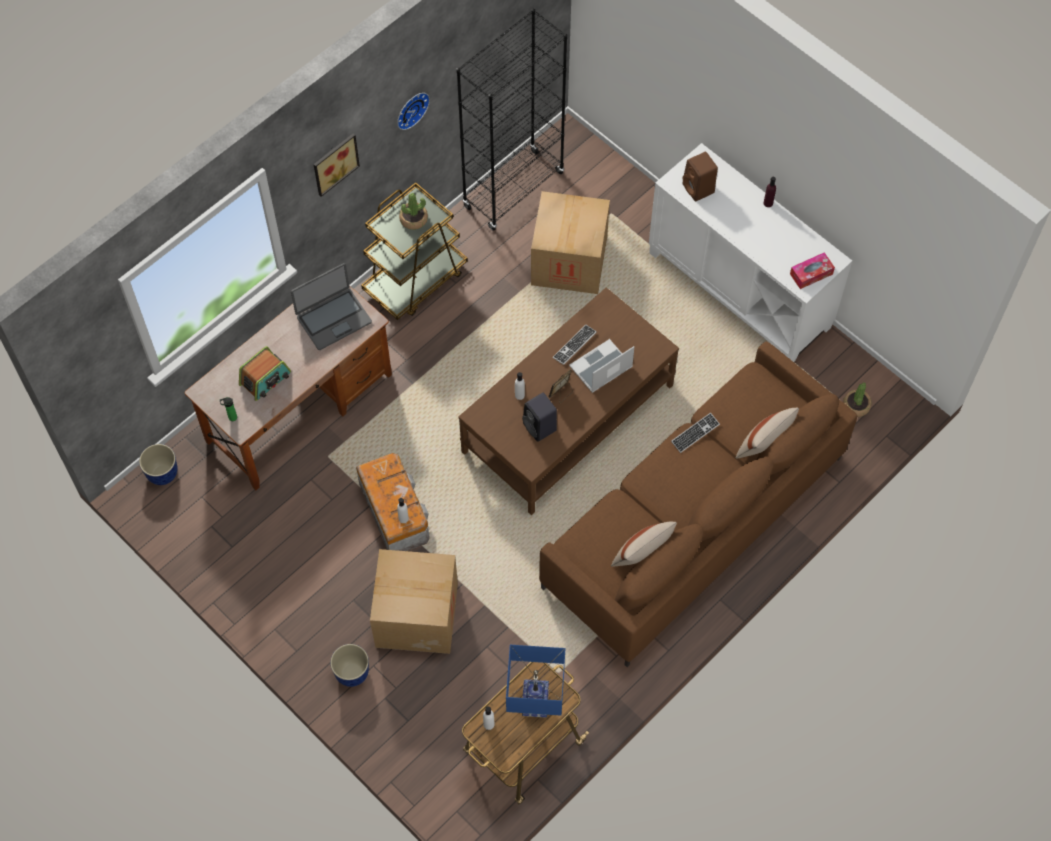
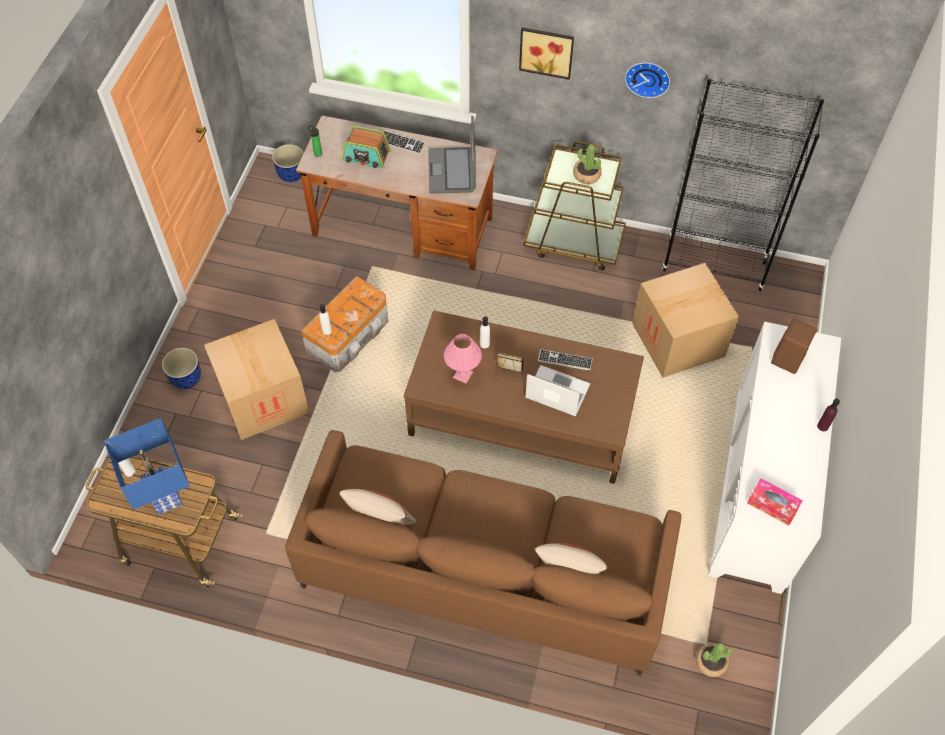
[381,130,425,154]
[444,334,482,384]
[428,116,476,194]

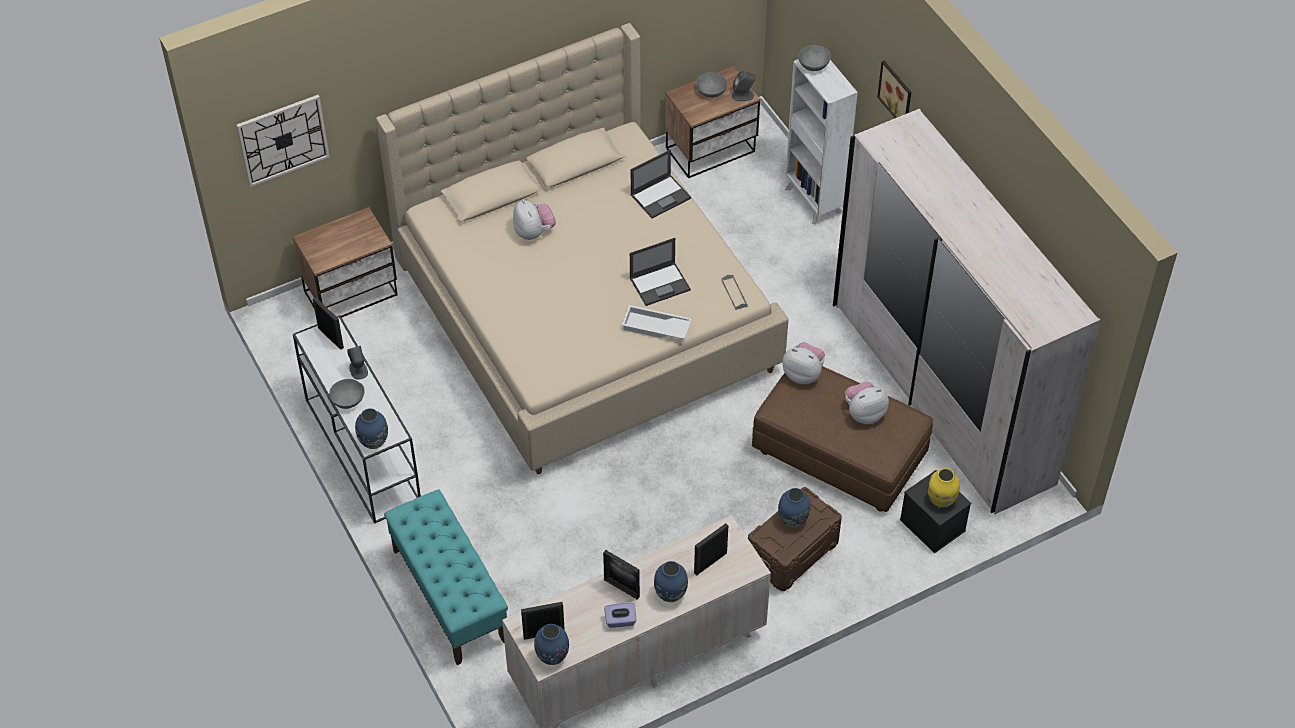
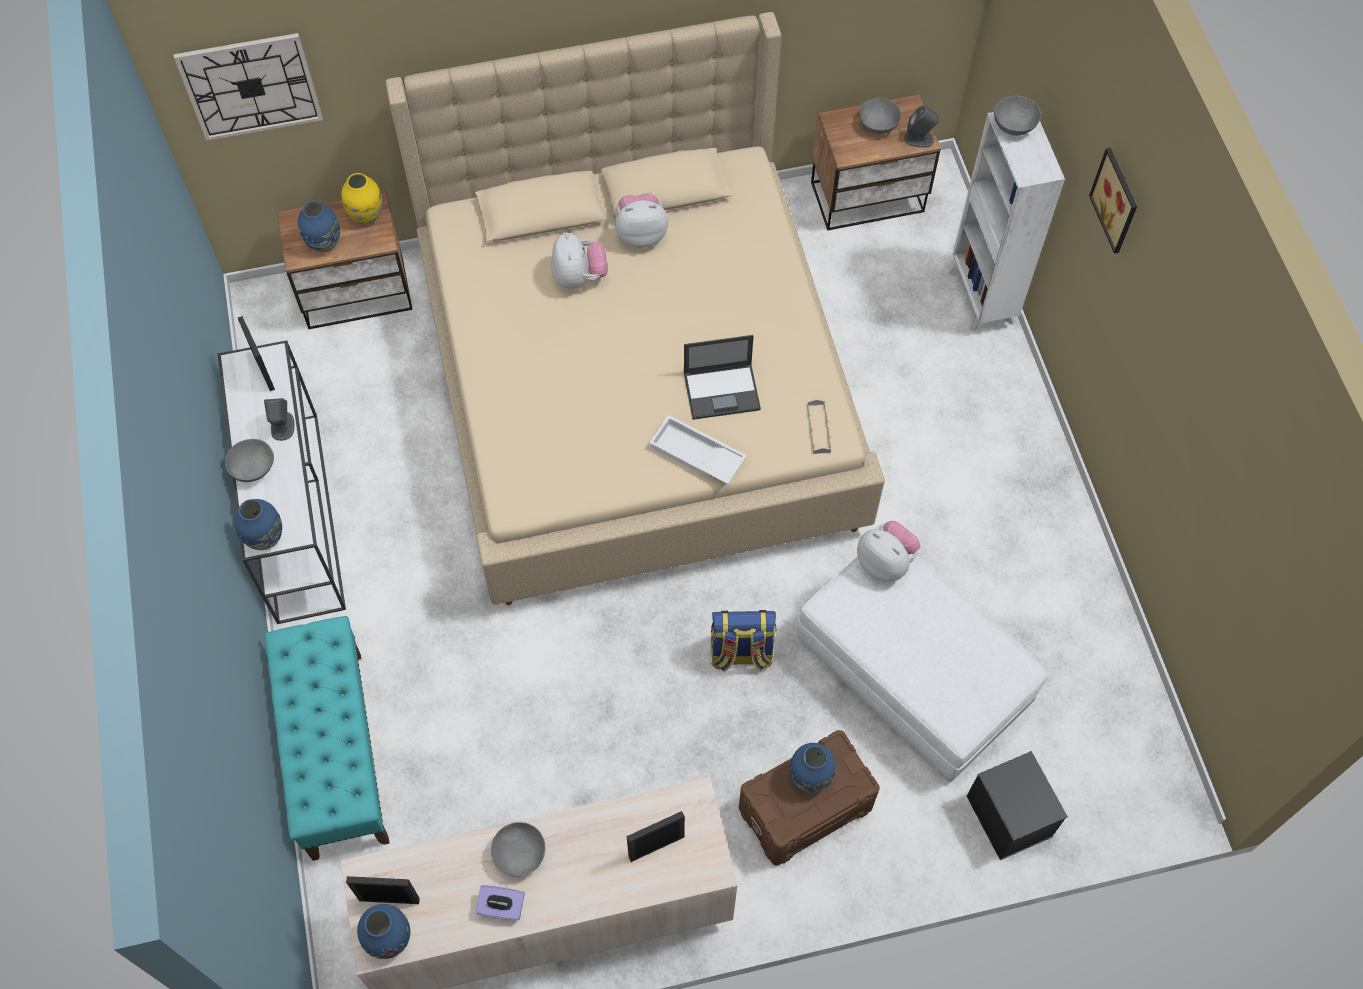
[630,150,691,219] (first image)
[833,109,1100,514] (first image)
[711,610,777,672]
[298,201,340,252]
[615,193,668,248]
[341,173,383,224]
[491,822,545,877]
[796,553,1048,782]

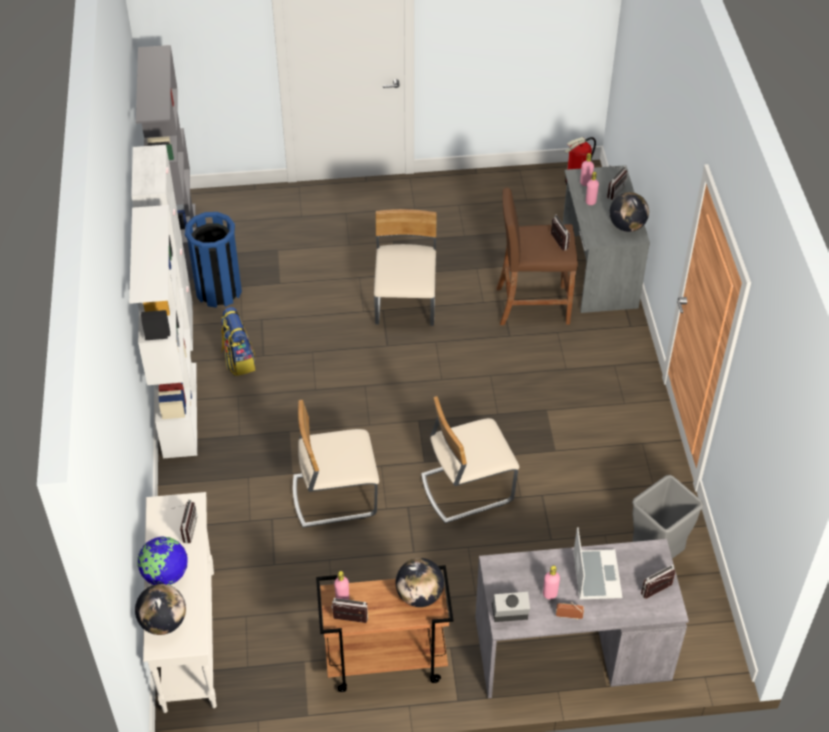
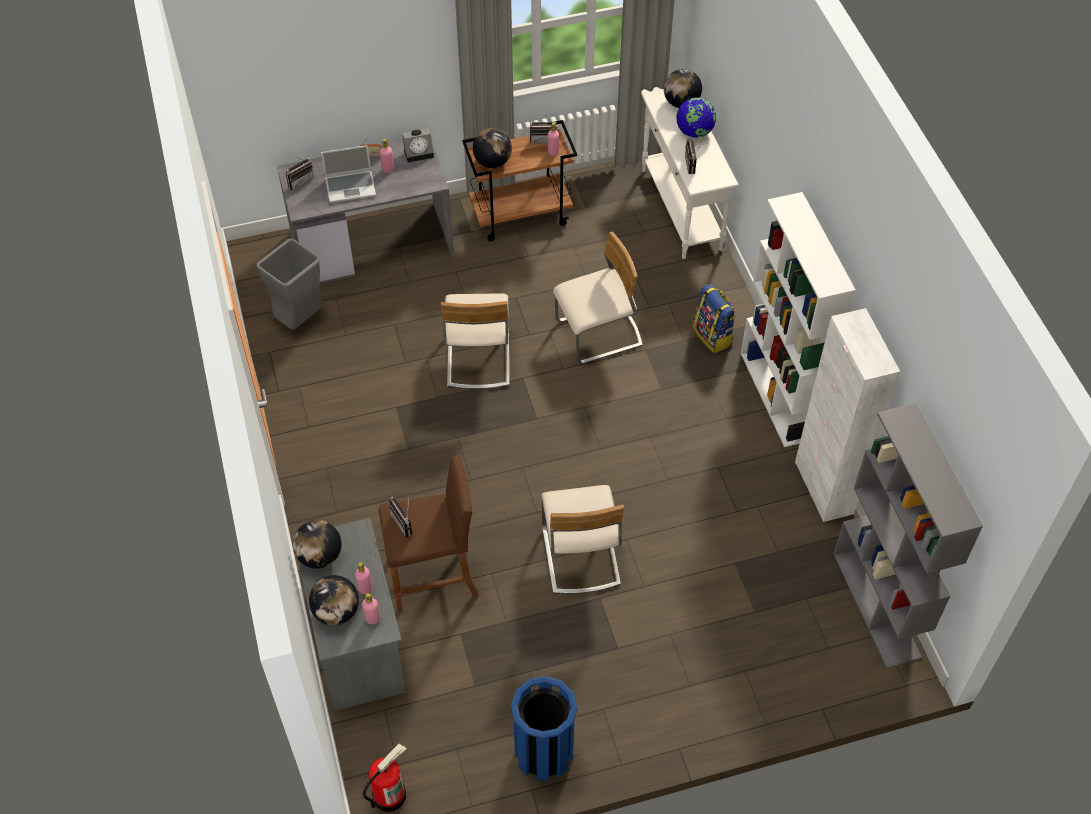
[511,676,577,781]
[693,284,735,353]
[309,575,359,625]
[441,293,509,389]
[321,145,376,203]

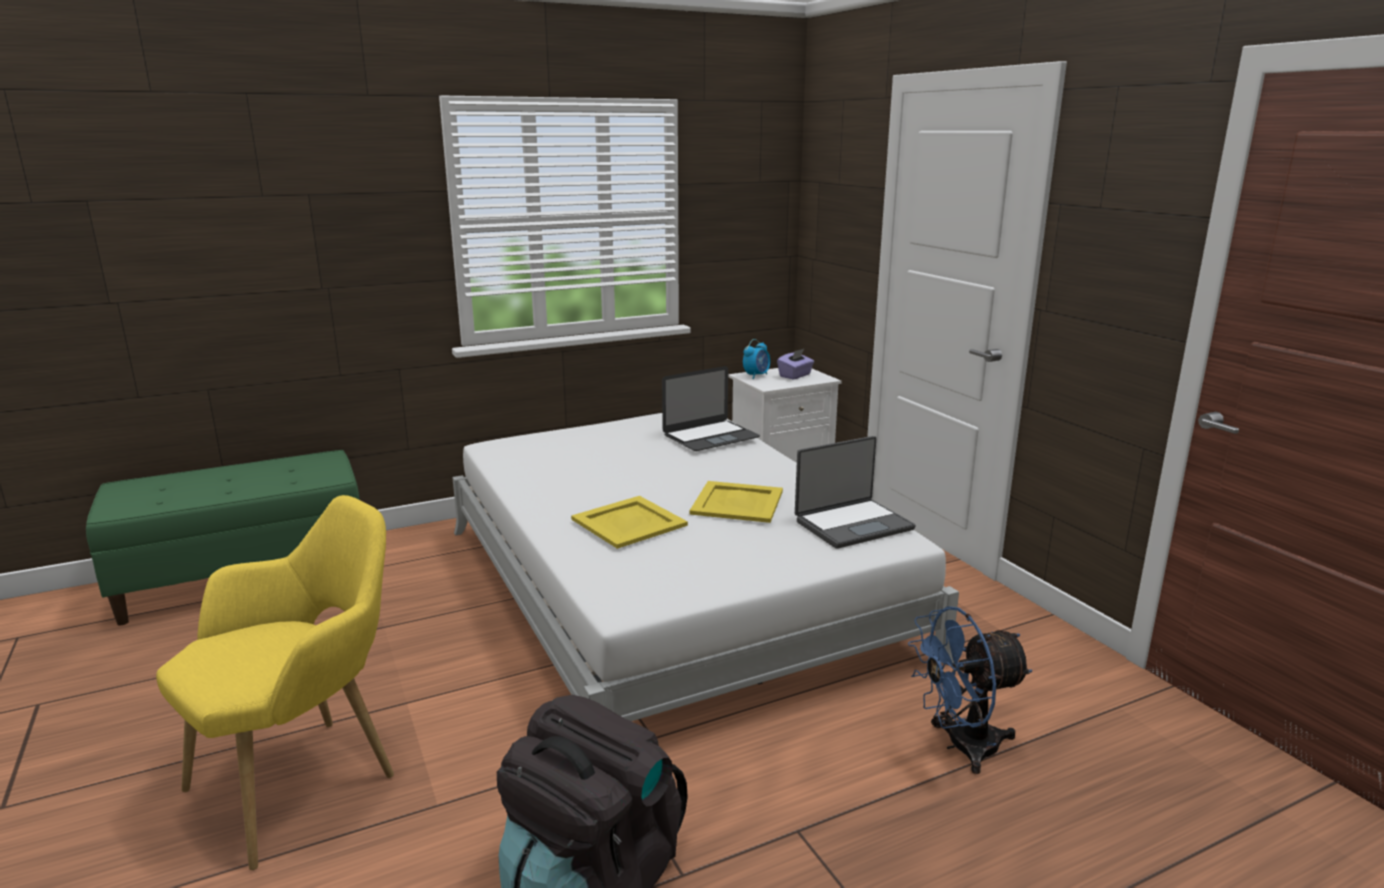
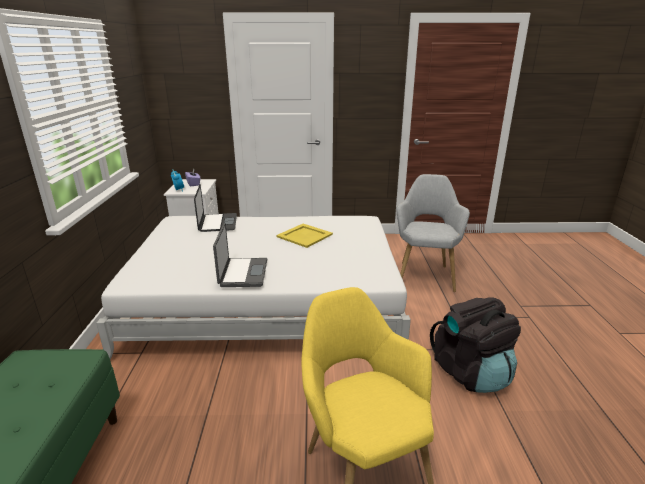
[571,496,688,549] (first image)
[213,223,267,287]
[397,174,470,292]

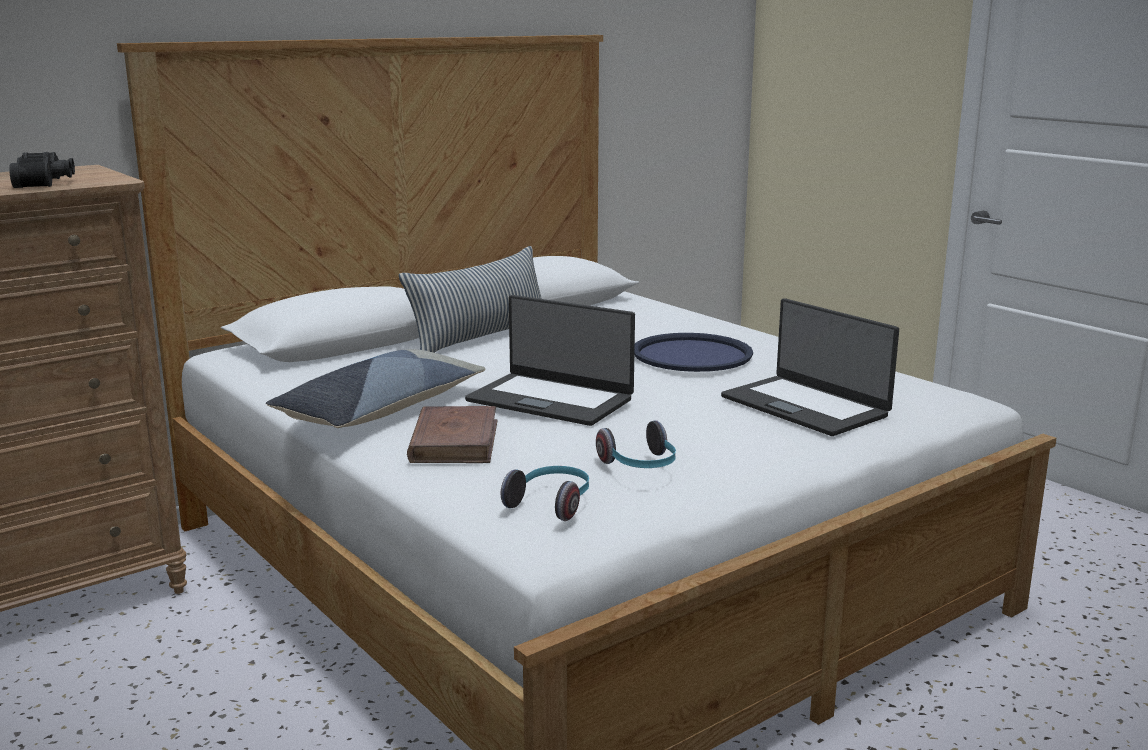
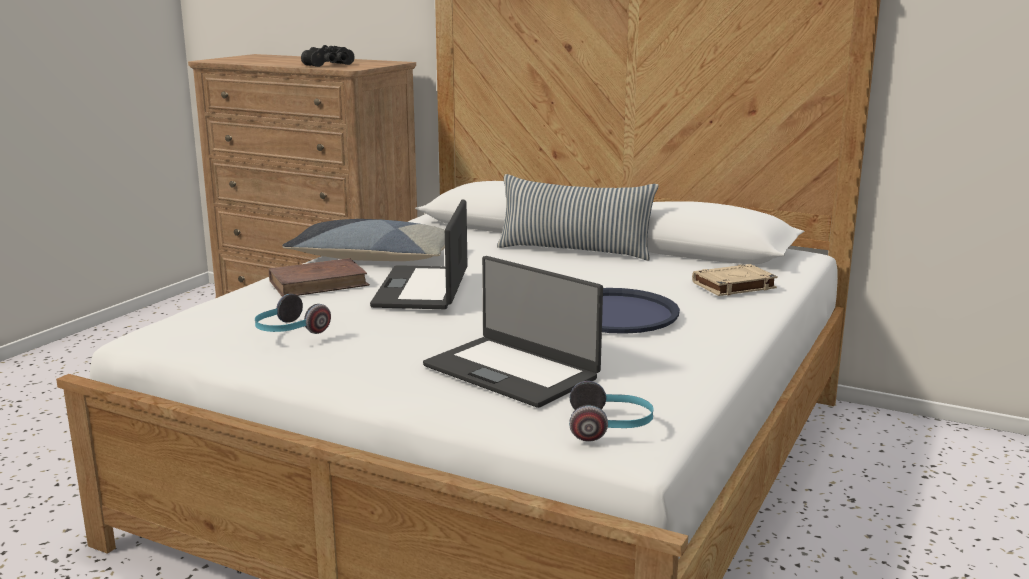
[692,264,778,296]
[569,381,654,442]
[423,256,603,408]

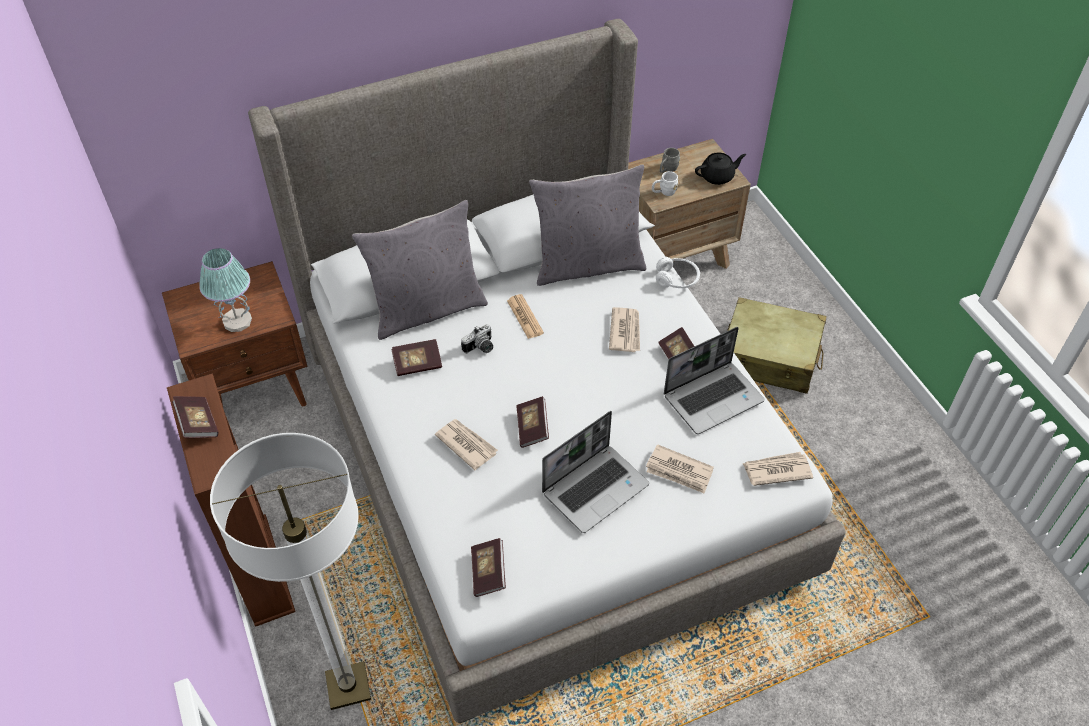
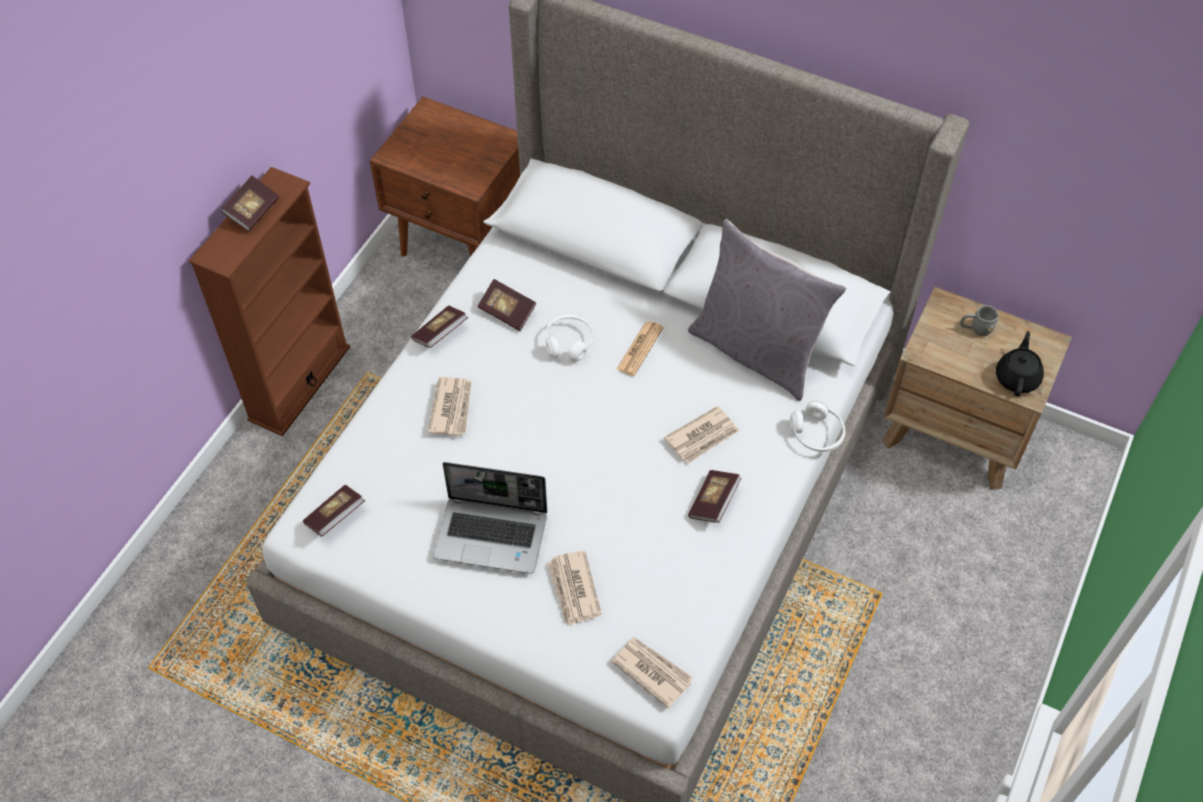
[199,248,252,332] (first image)
[210,433,371,710] (first image)
[352,200,488,340] (first image)
[652,171,679,196] (first image)
[664,327,765,434] (first image)
[727,297,827,394] (first image)
[411,306,468,348]
[545,314,594,361]
[996,331,1044,396]

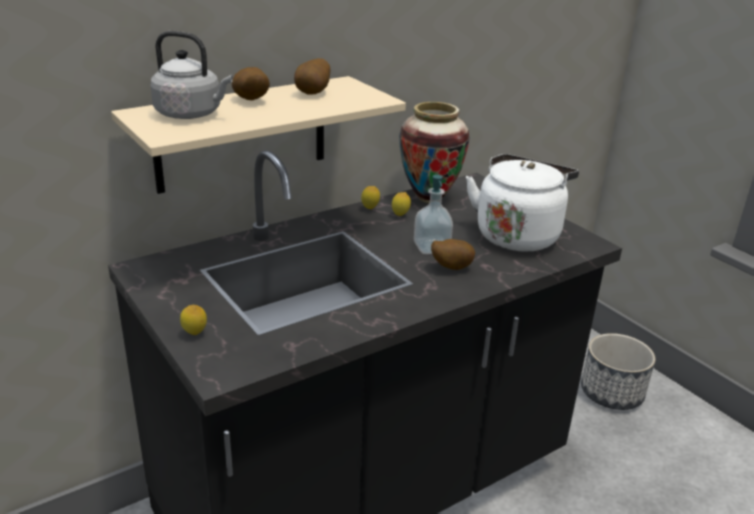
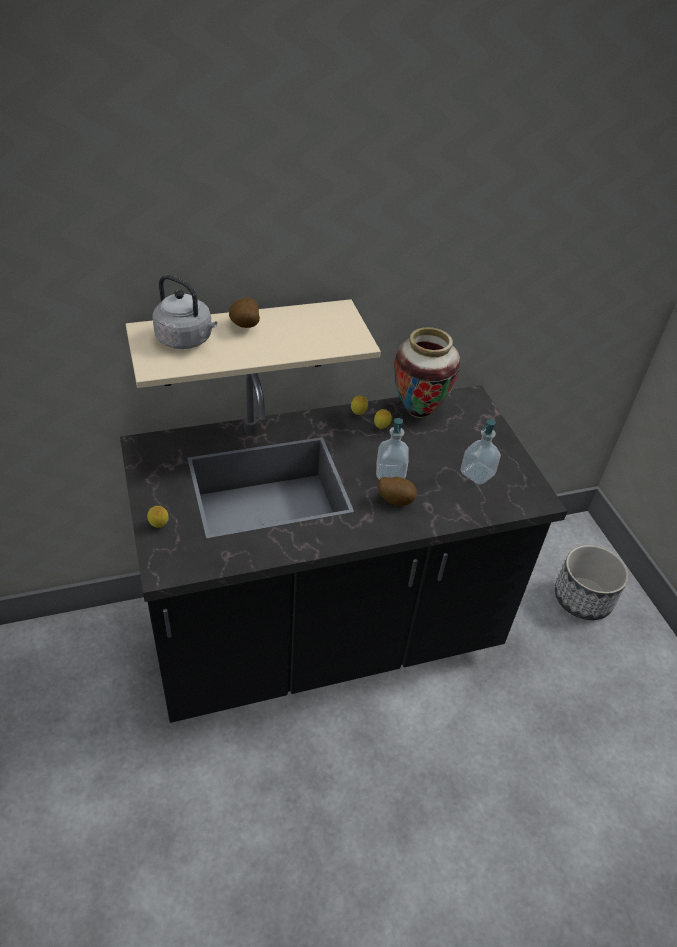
[294,58,331,95] (first image)
[461,419,501,485]

